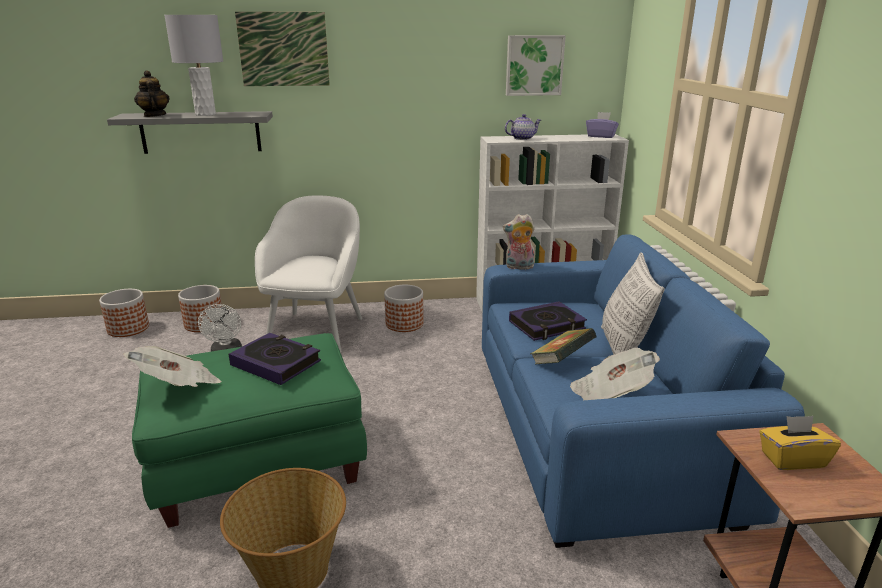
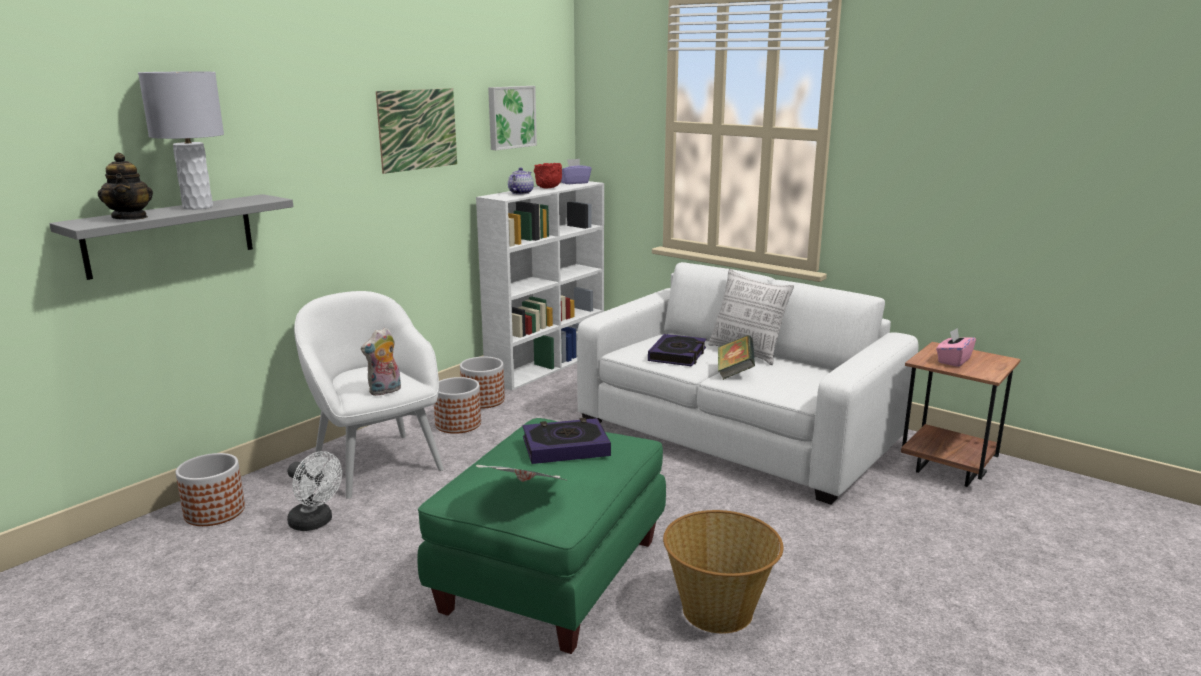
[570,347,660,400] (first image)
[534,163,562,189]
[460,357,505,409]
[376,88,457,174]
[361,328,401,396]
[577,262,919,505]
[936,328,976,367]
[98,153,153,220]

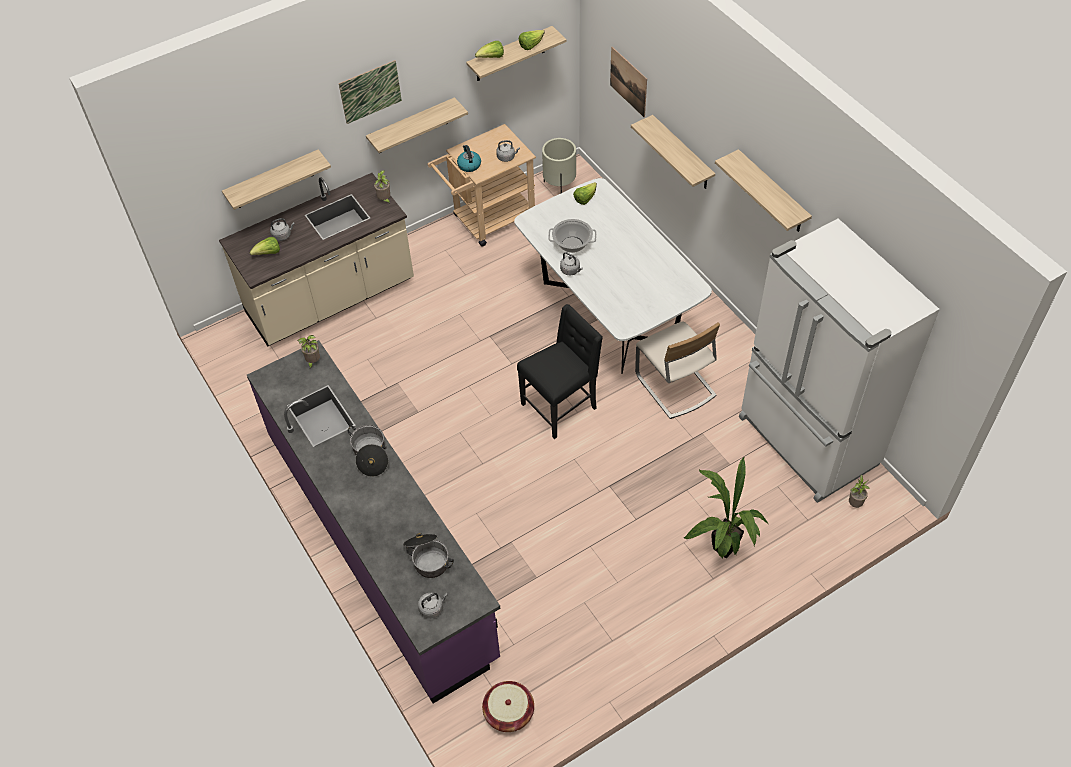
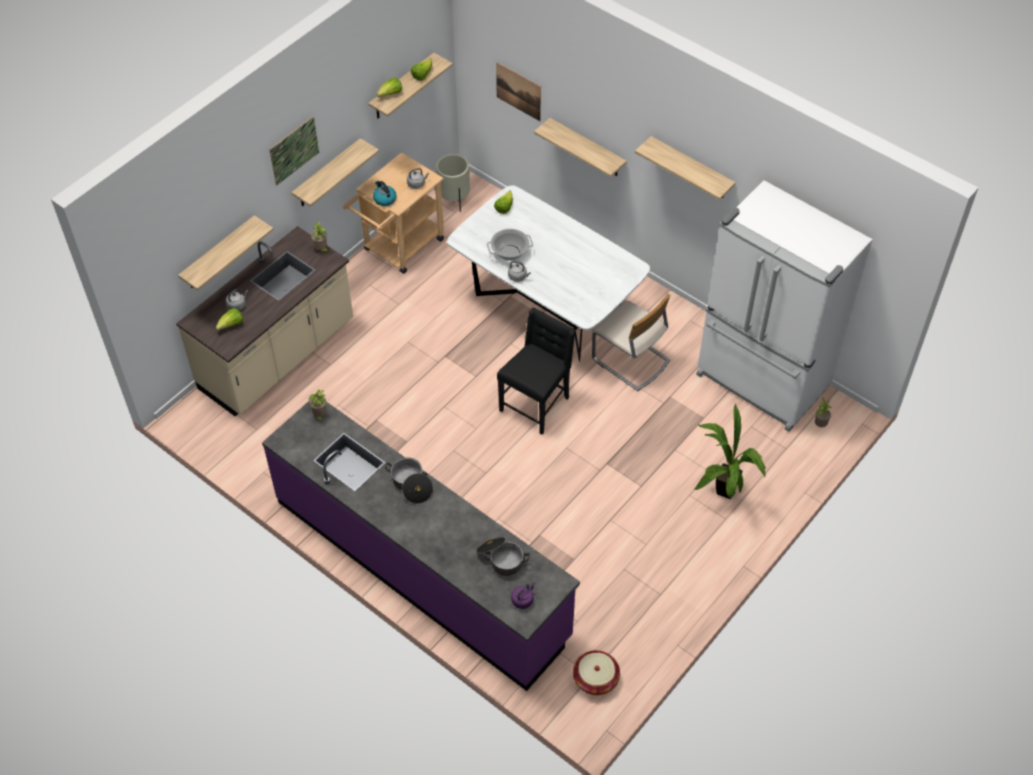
[511,582,535,609]

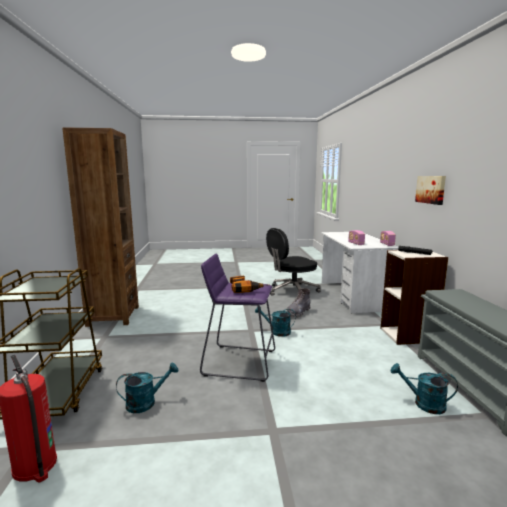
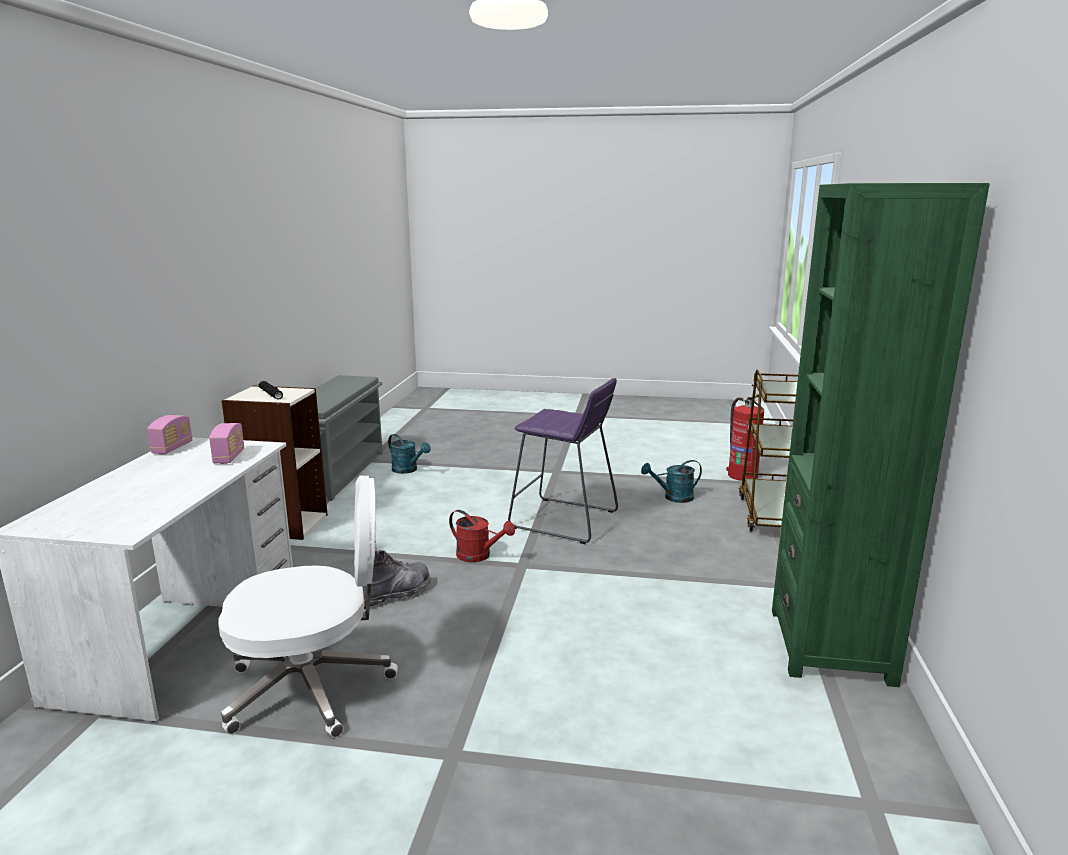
[230,276,270,293] (first image)
[415,176,446,205] (first image)
[772,183,990,687]
[449,510,515,562]
[218,476,398,738]

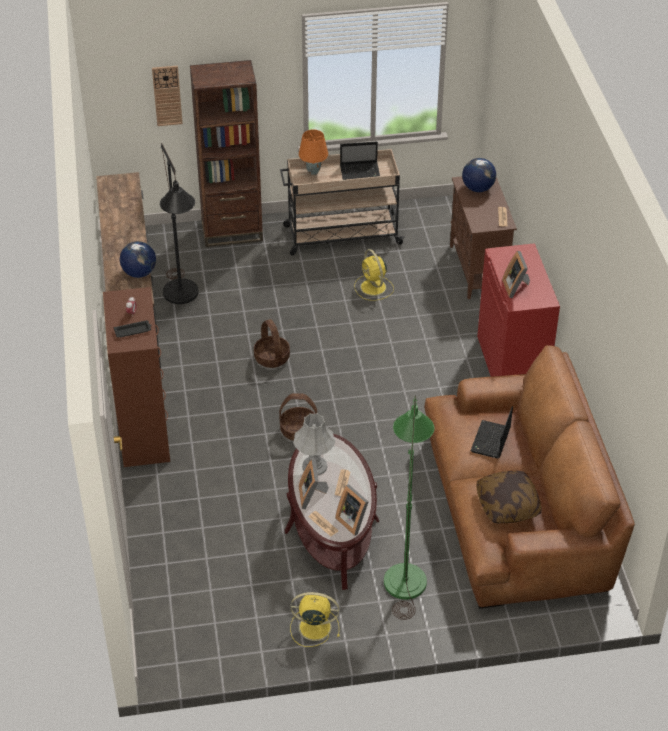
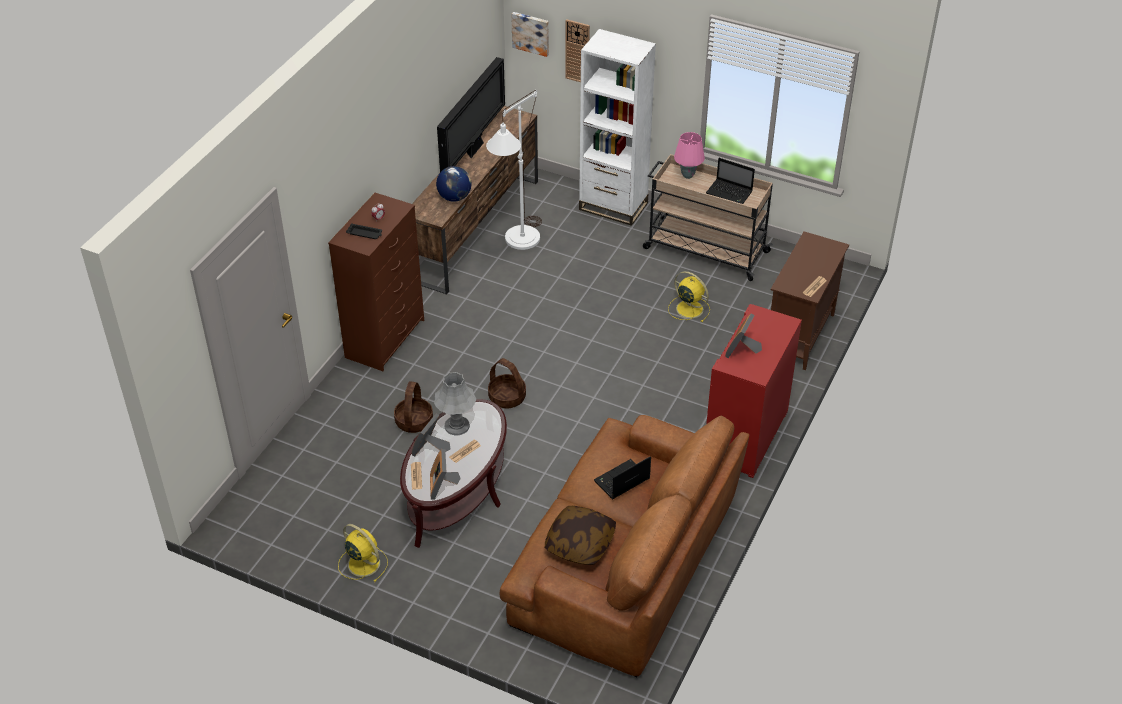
[384,395,434,620] (first image)
[462,158,496,192] (first image)
[437,57,505,172]
[511,12,549,57]
[394,382,433,433]
[486,90,542,250]
[579,29,656,226]
[674,132,705,179]
[668,271,710,322]

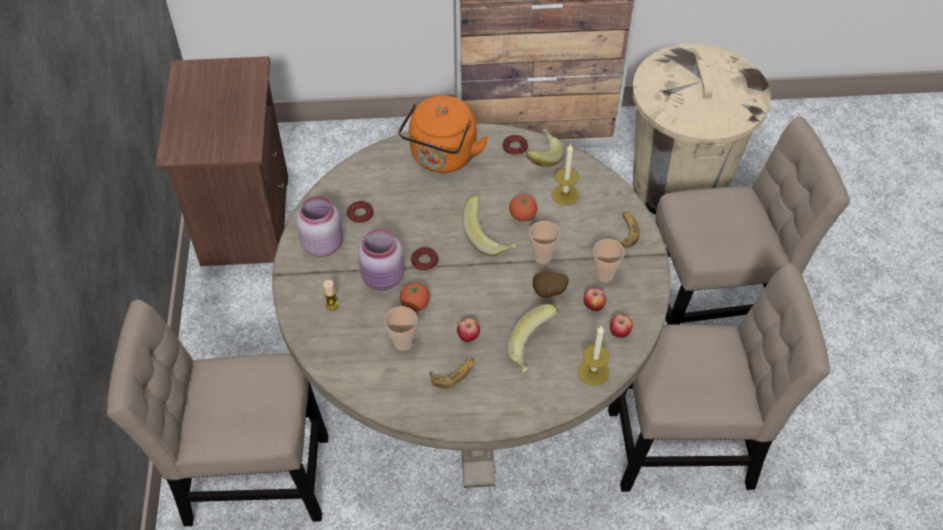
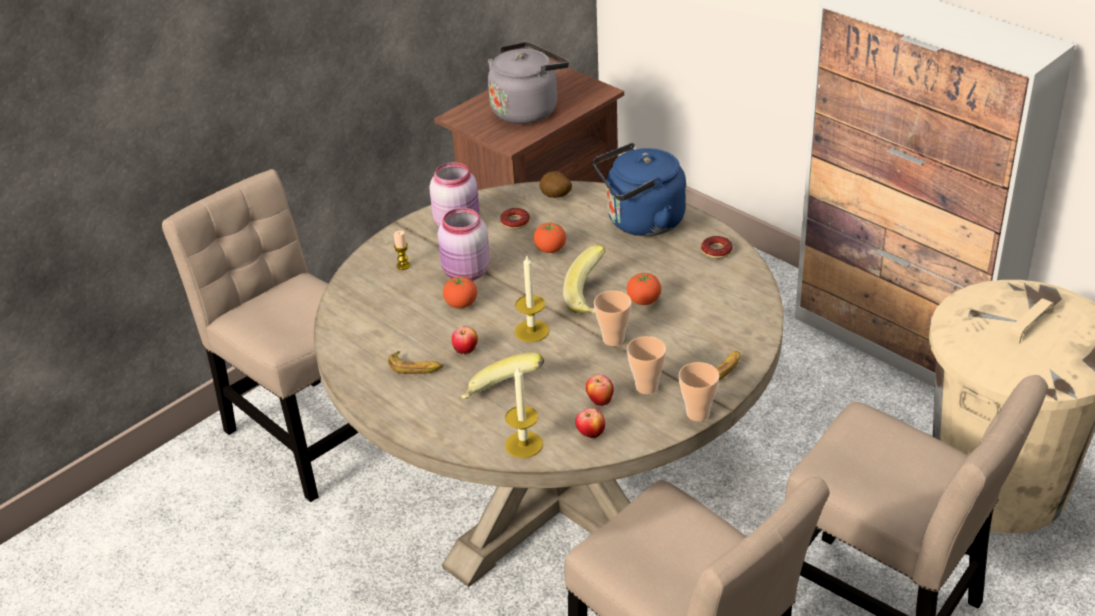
[411,247,438,271] (first image)
[526,129,565,167] (first image)
[488,42,569,124]
[534,221,566,253]
[679,362,719,421]
[539,171,572,198]
[515,256,550,342]
[593,143,686,236]

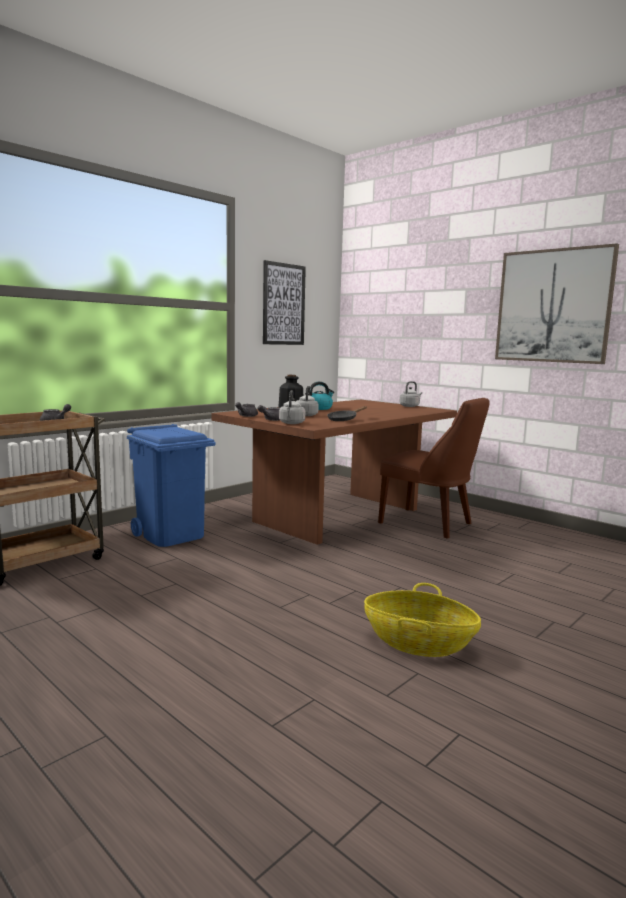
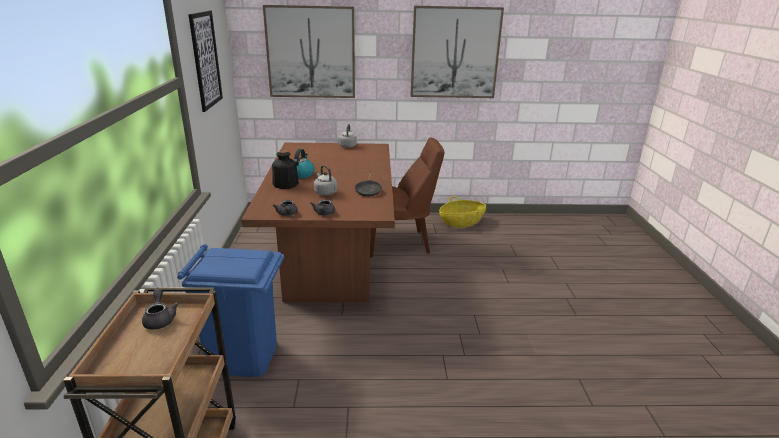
[279,390,305,424] (first image)
[263,5,355,98]
[439,197,486,228]

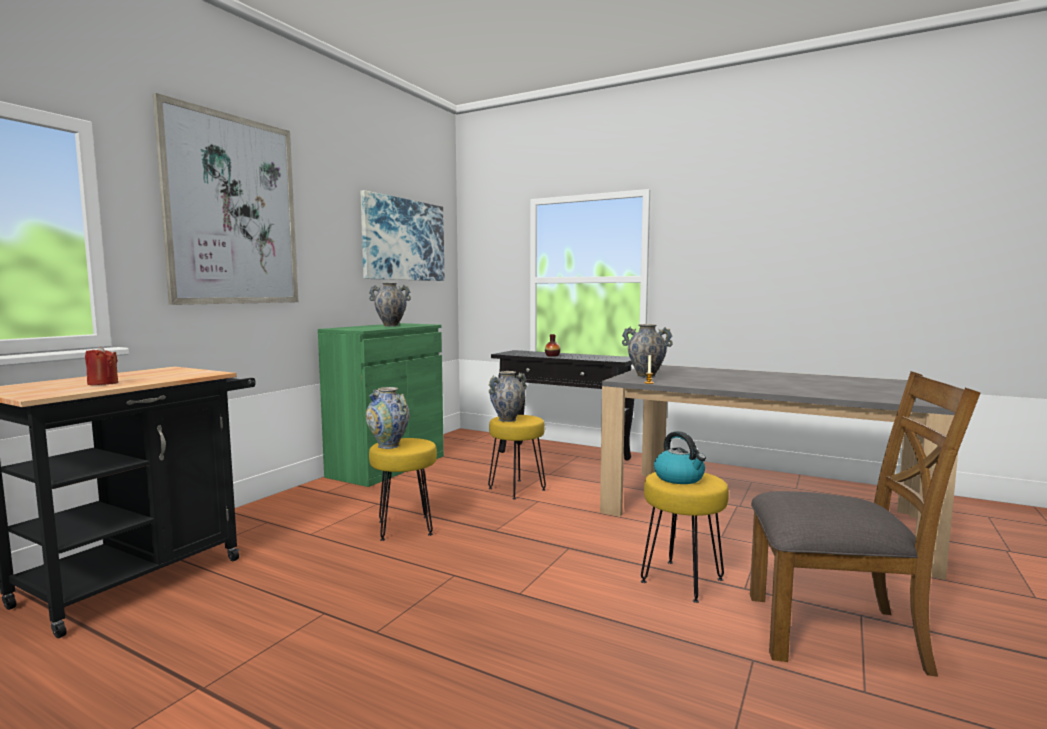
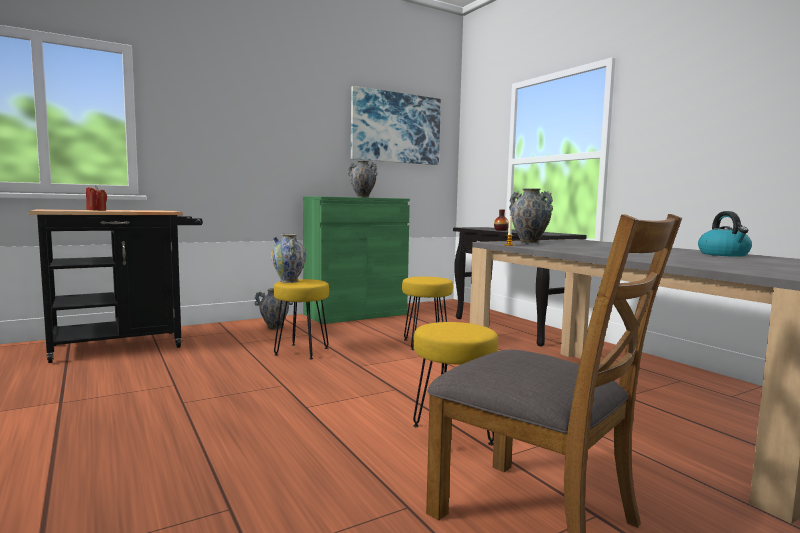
[153,93,299,305] (first image)
[254,288,293,330]
[698,211,752,257]

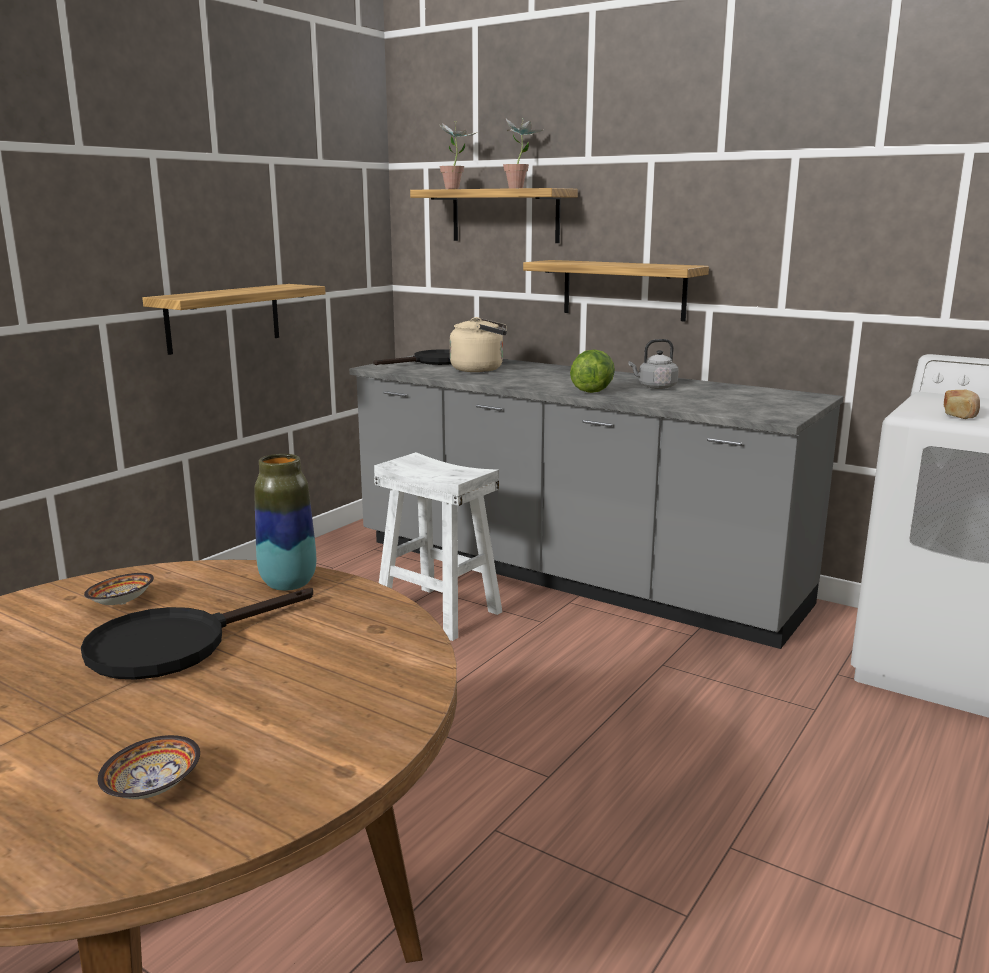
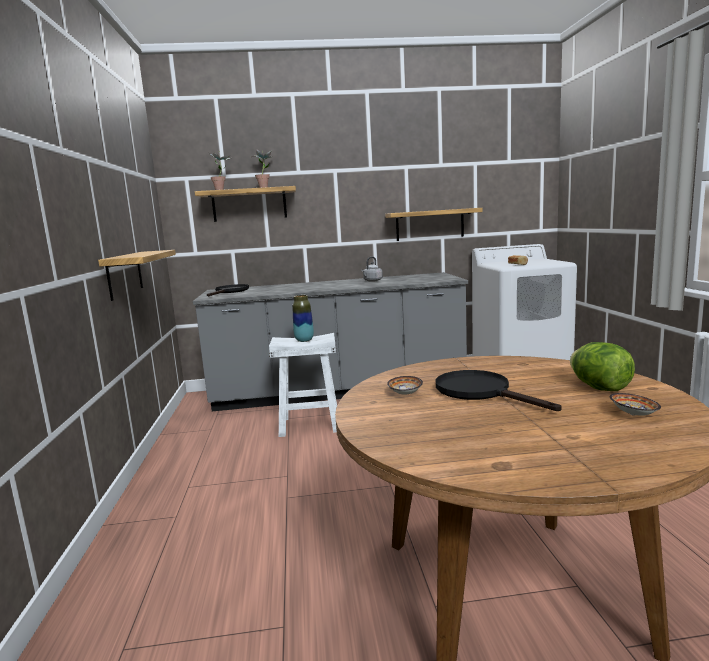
[450,317,507,372] (first image)
[292,295,314,342]
[385,208,483,241]
[570,342,635,391]
[436,370,562,411]

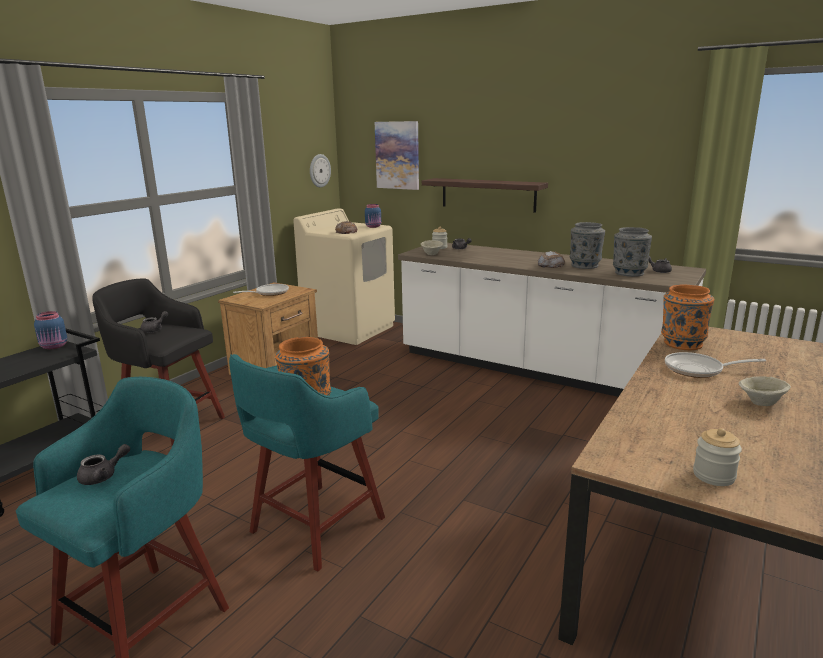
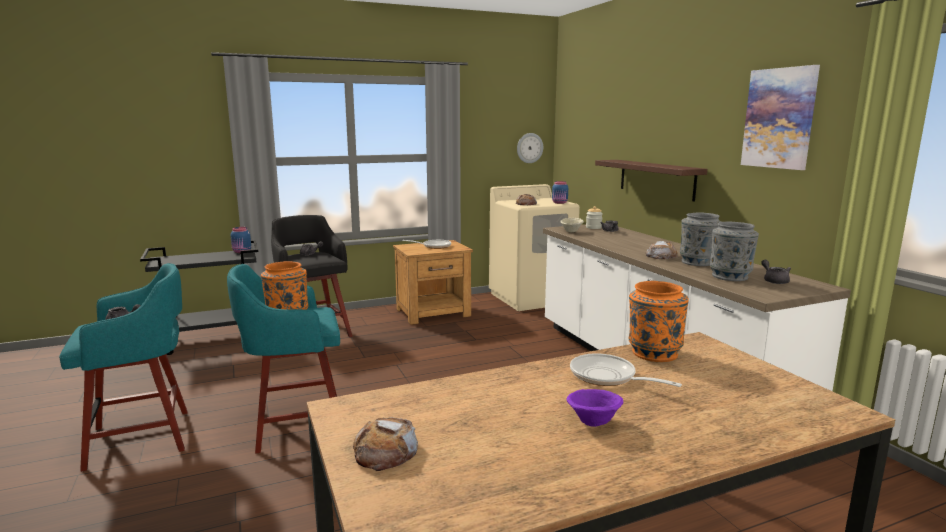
[741,65,820,170]
[353,417,418,471]
[566,389,623,427]

